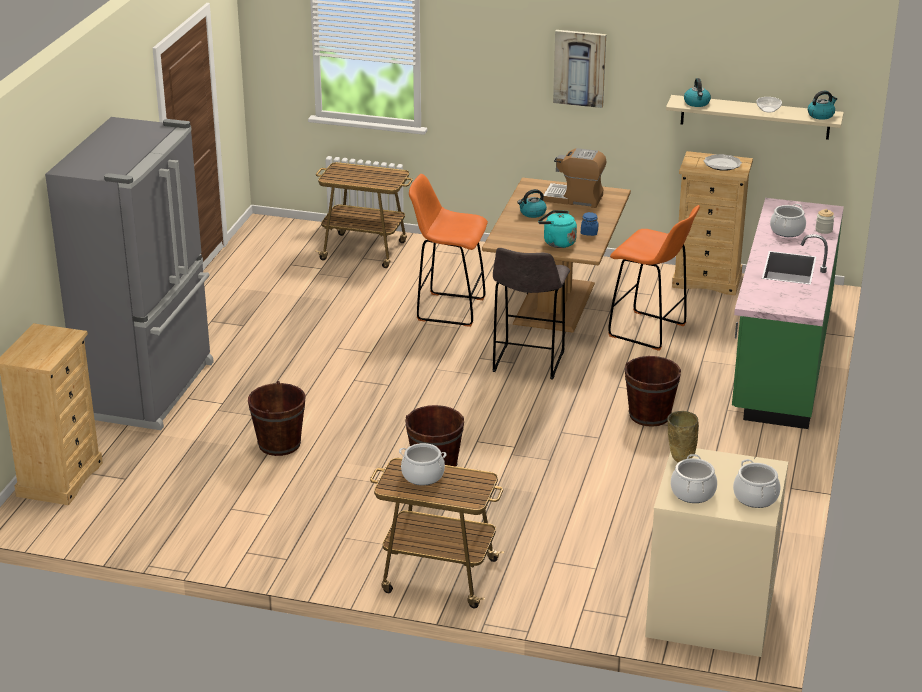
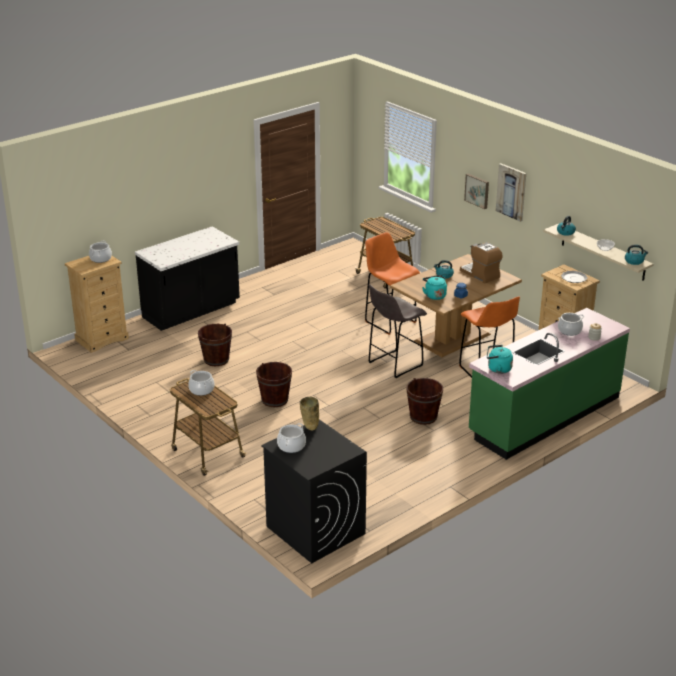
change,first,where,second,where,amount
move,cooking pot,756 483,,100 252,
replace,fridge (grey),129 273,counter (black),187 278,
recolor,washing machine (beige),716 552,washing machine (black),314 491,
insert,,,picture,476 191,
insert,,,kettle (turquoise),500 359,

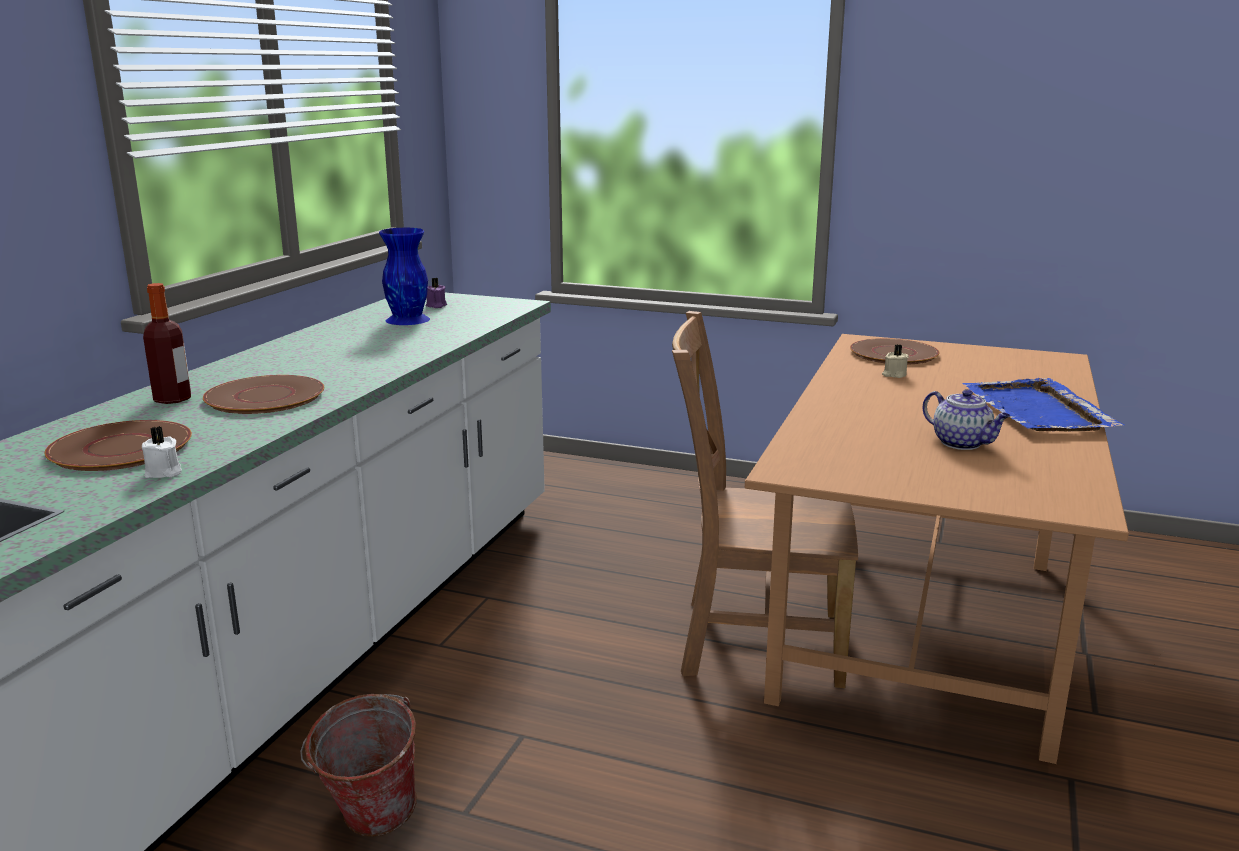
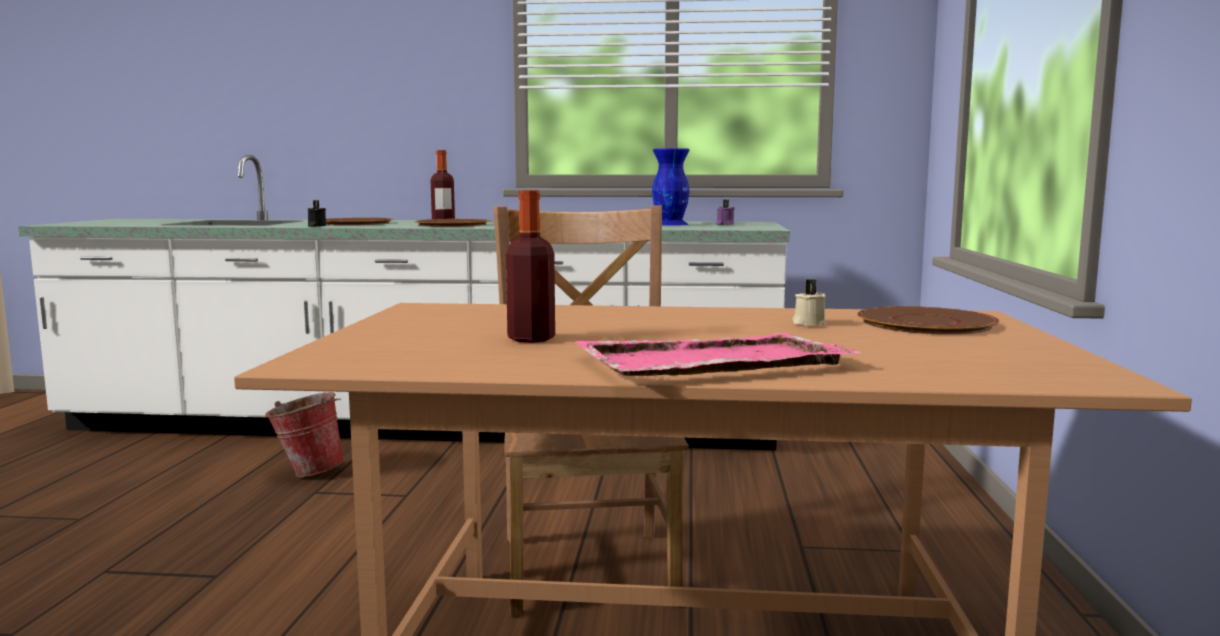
change,first,where,second,where,amount
recolor,candle (white),162 452,candle (black),317 213,
replace,teapot,966 419,bottle,530 266,
recolor,tray (blue),1043 404,tray (pink),717 354,

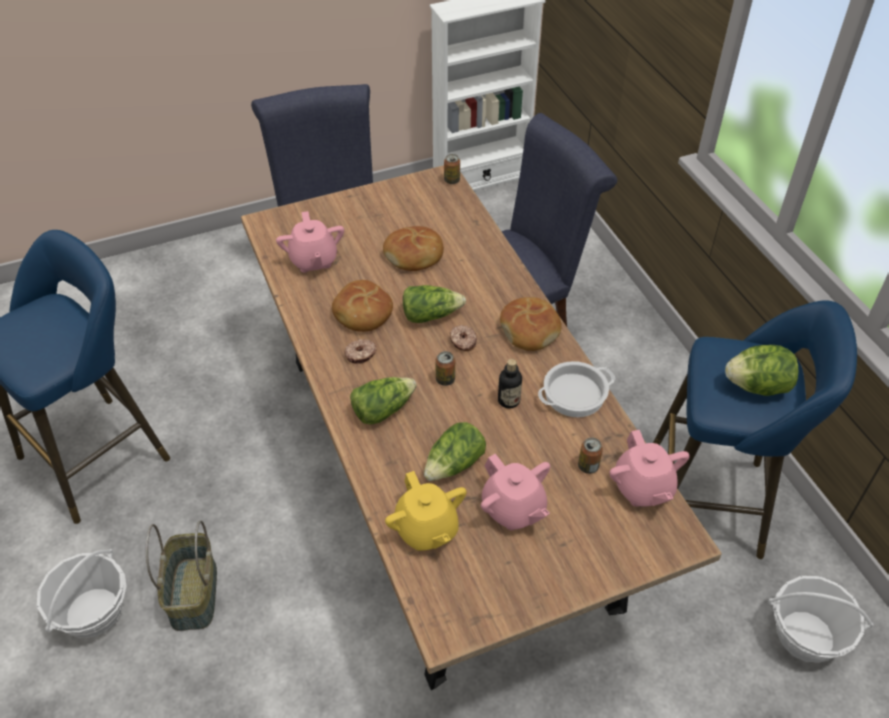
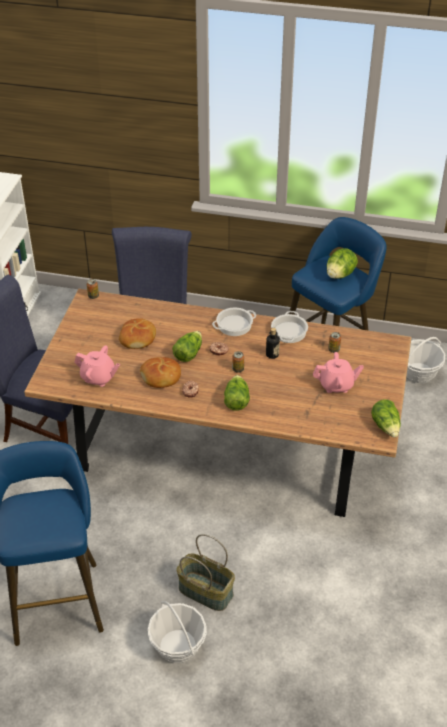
change,first,where,second,where,amount
replace,bread,531 324,cooking pot,234 322,
move,lettuce,455 451,,386 418,
delete,teapot (yellow),426 511,,,
delete,teapot (pink),649 468,,,

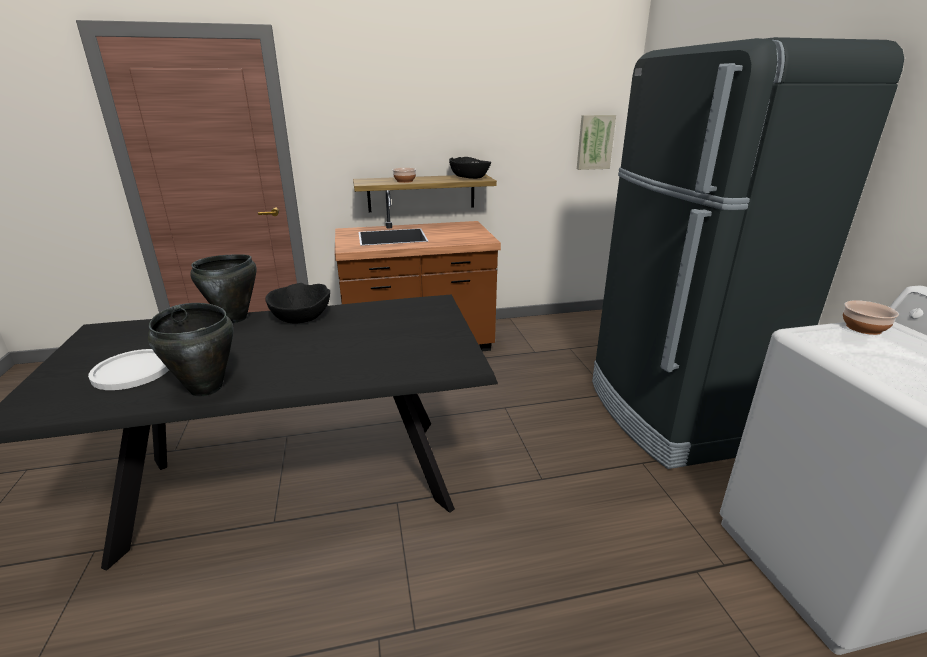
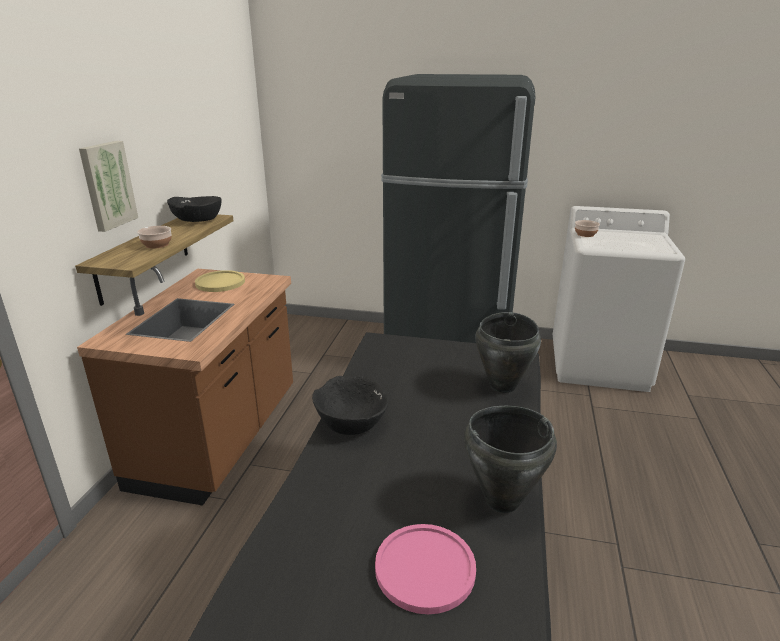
change,first,where,second,where,amount
move,picture,596 142,,108 186,
insert,,,plate (yellow),220 281,
recolor,plate (white),128 369,plate (pink),425 569,
move,cooking pot (black),223 288,,508 352,

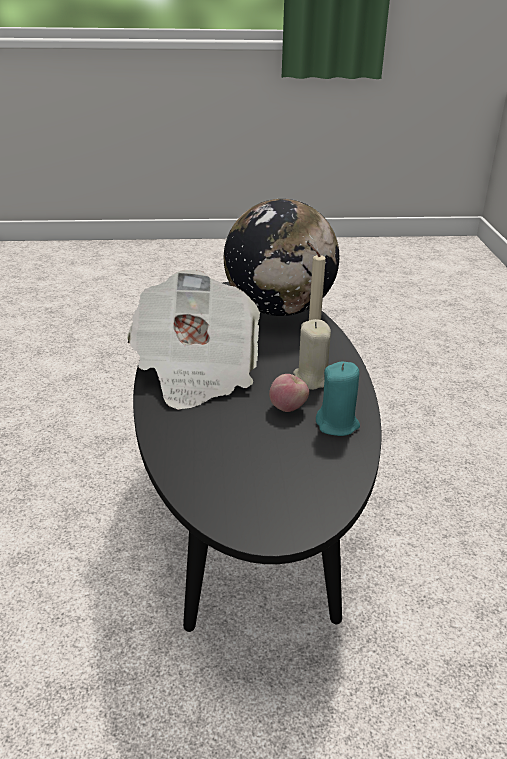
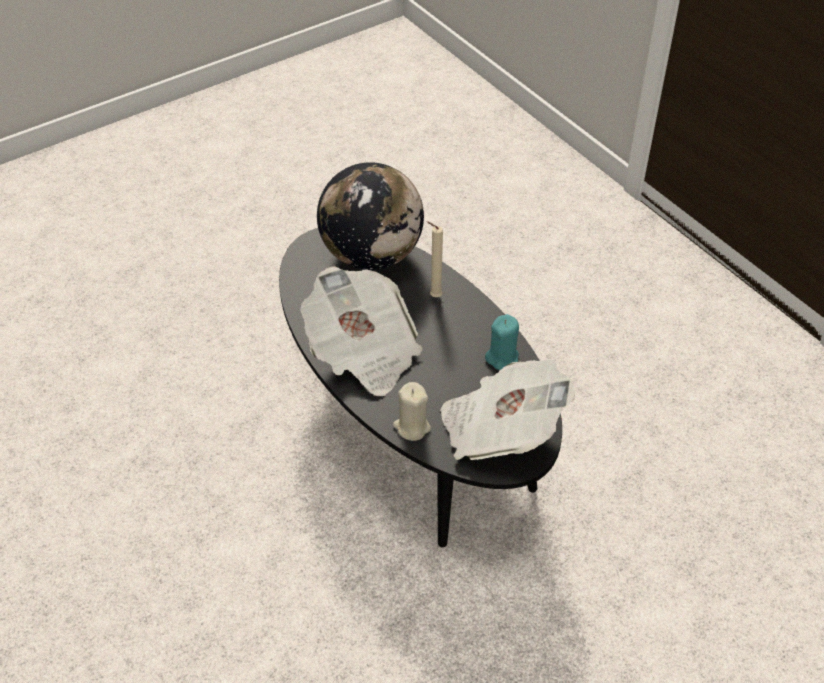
change,first,where,second,where,amount
move,candle (beige),312 354,,412 411,
insert,,,newspaper,507 409,
delete,apple,289 393,,,

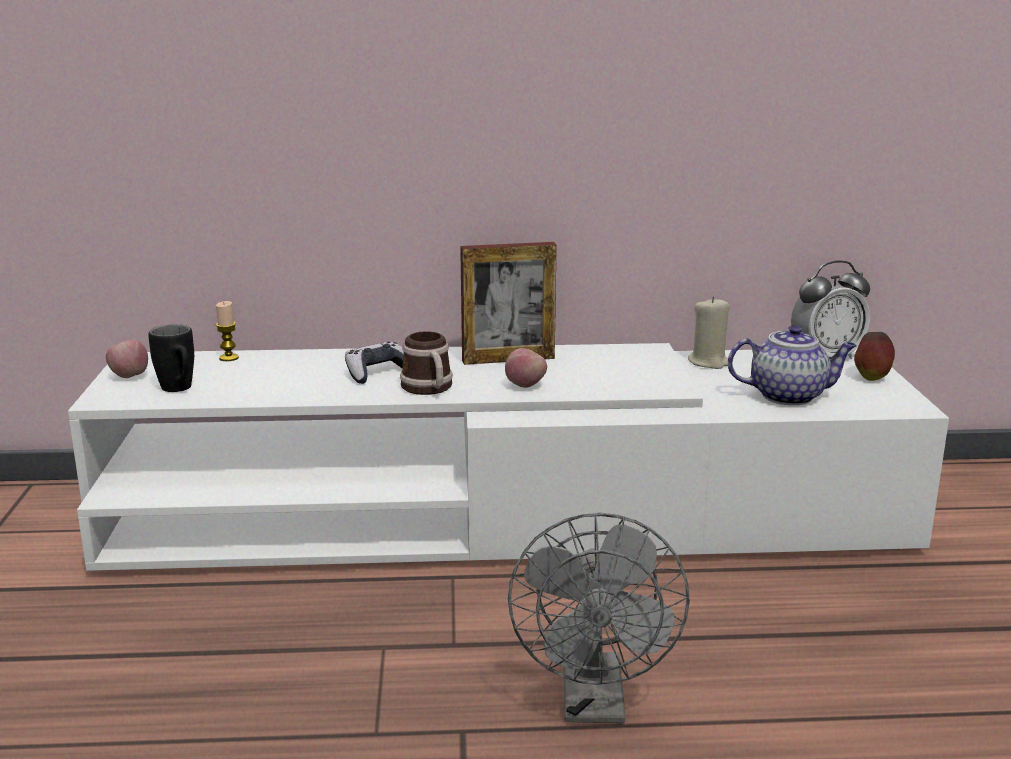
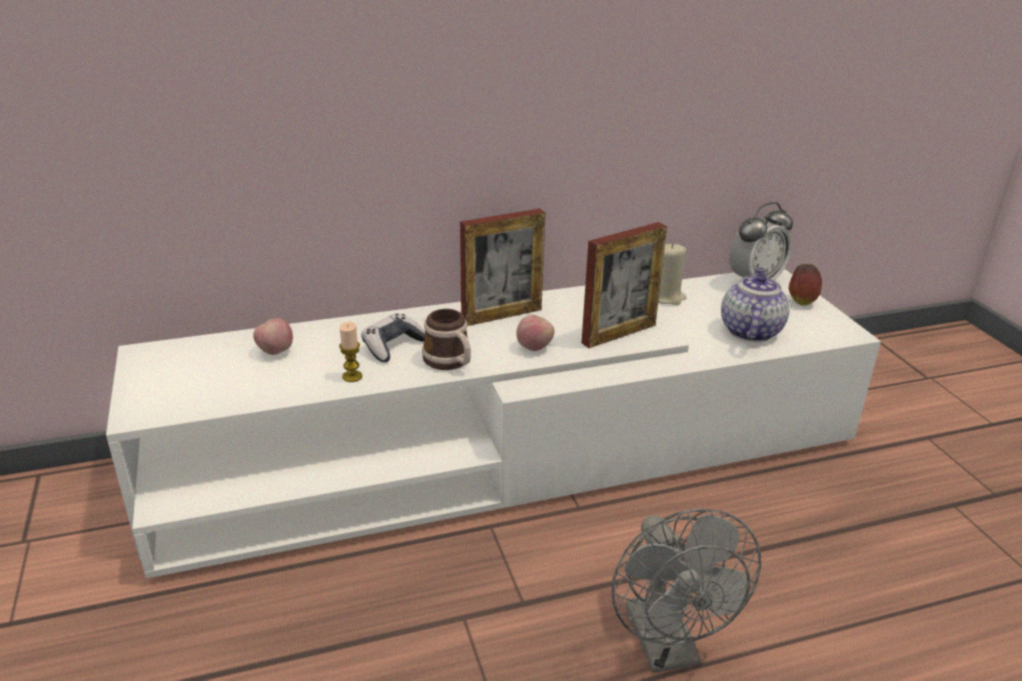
change,first,where,second,where,amount
move,apple,127 359,,273 336,
move,candle,227 331,,350 352,
insert,,,picture frame,624 285,
rotate,teapot,792 365,,755 305,60 degrees counterclockwise
delete,mug (black),171 358,,,

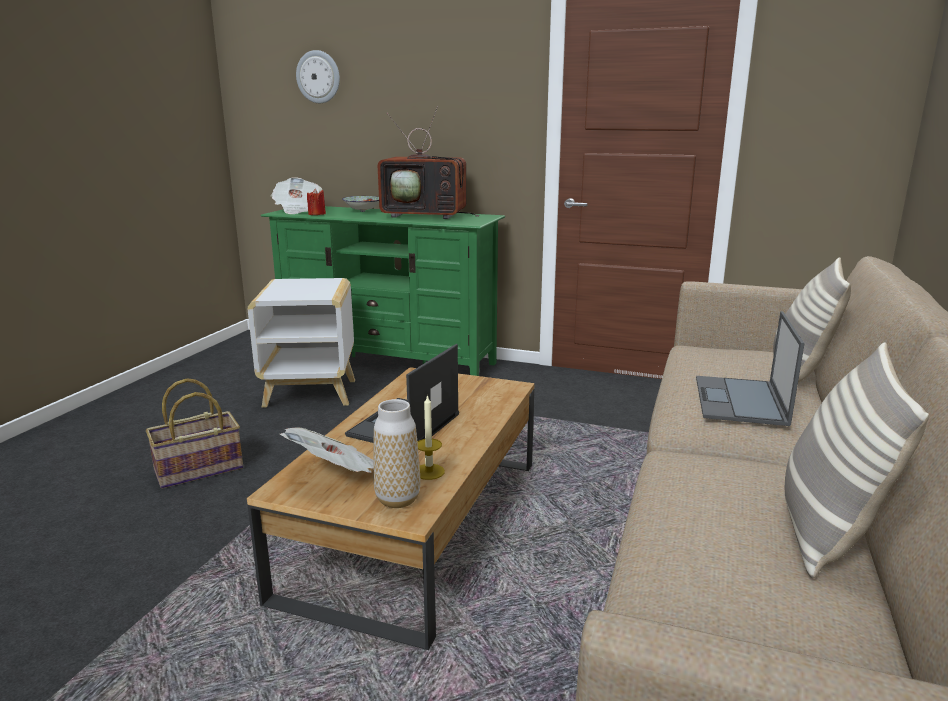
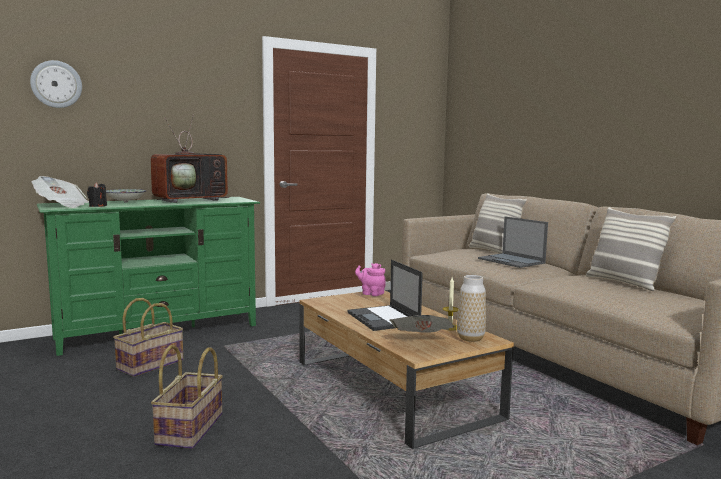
change,first,where,second,where,amount
recolor,candle (red),316 201,candle (black),97 195,
replace,side table (white),301 343,basket,148 337,
insert,,,teapot (pink),370 279,

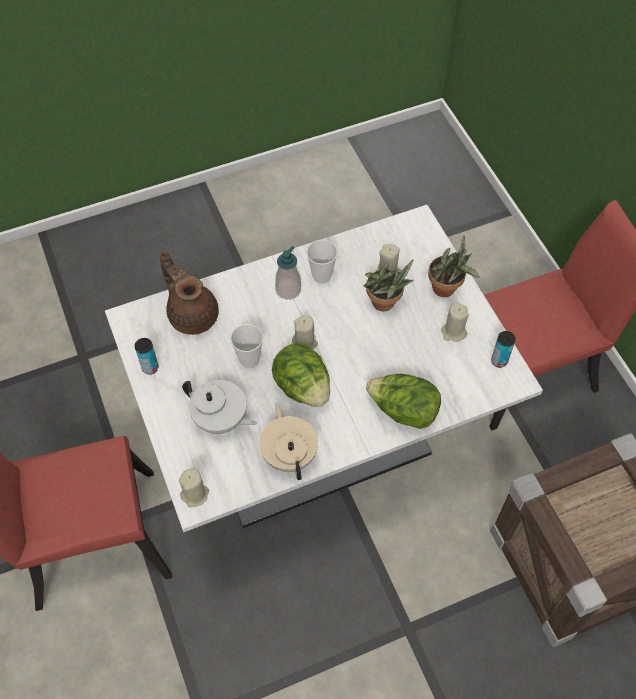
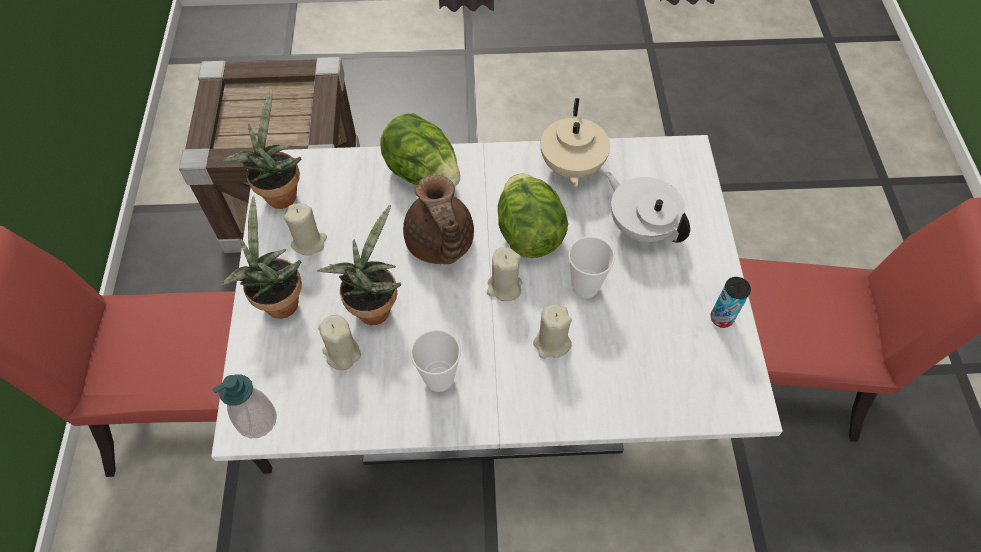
change,first,where,second,where,amount
move,soap dispenser,288 273,,244 406,
replace,can,503 349,potted plant,262 149,
move,teapot (brown),189 293,,438 219,
move,candle (beige),194 488,,552 332,

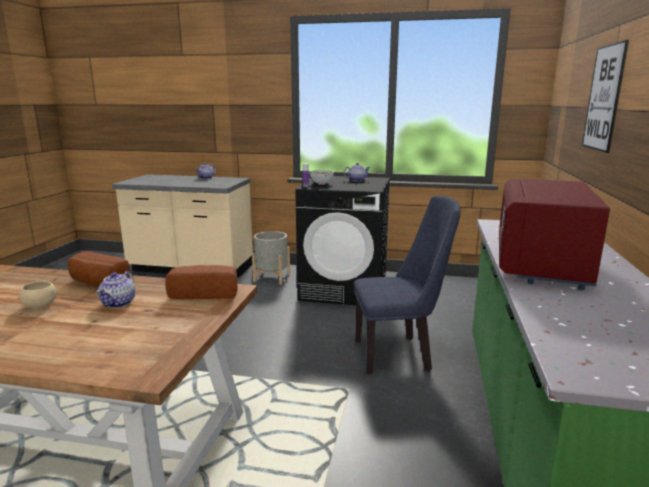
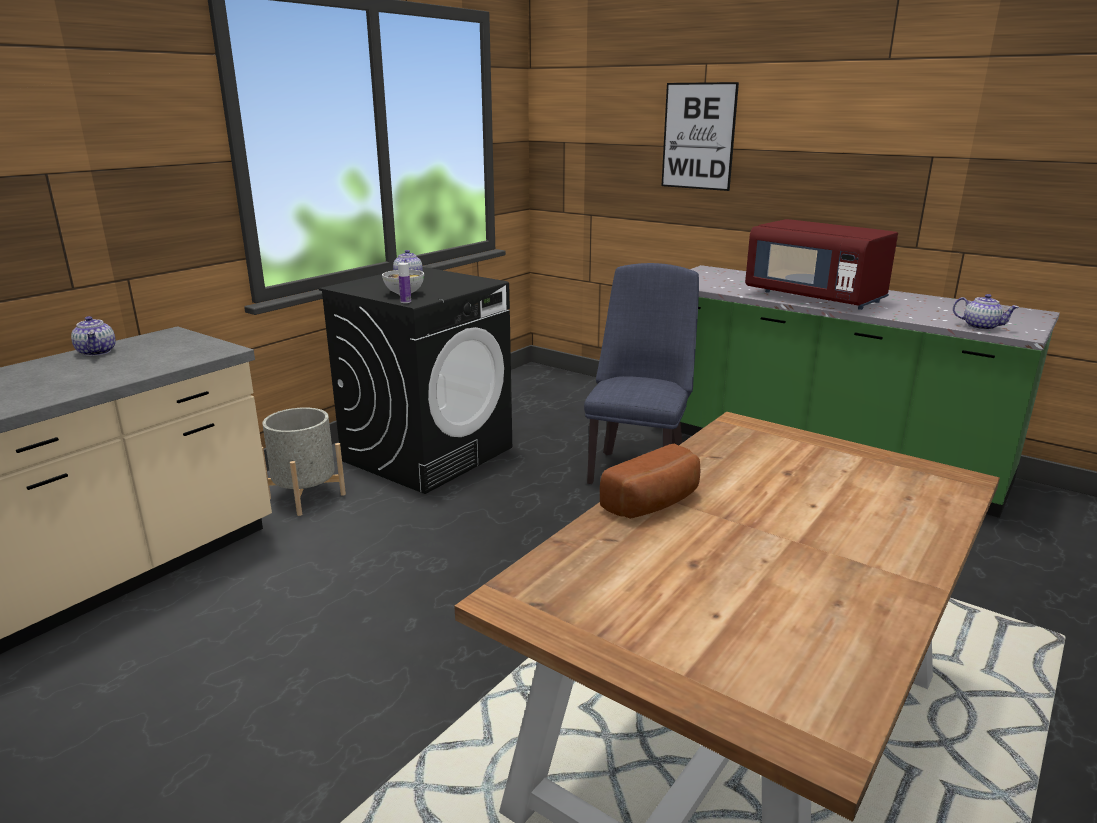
change,first,where,second,where,amount
move,teapot,116 289,,986 312,
delete,bowl (beige),38 294,,,
delete,bread,201 282,,,

